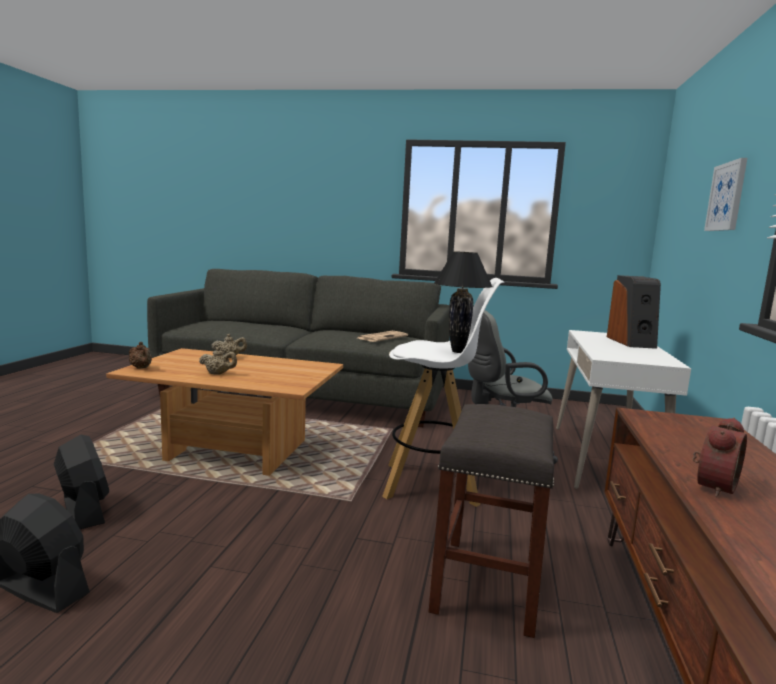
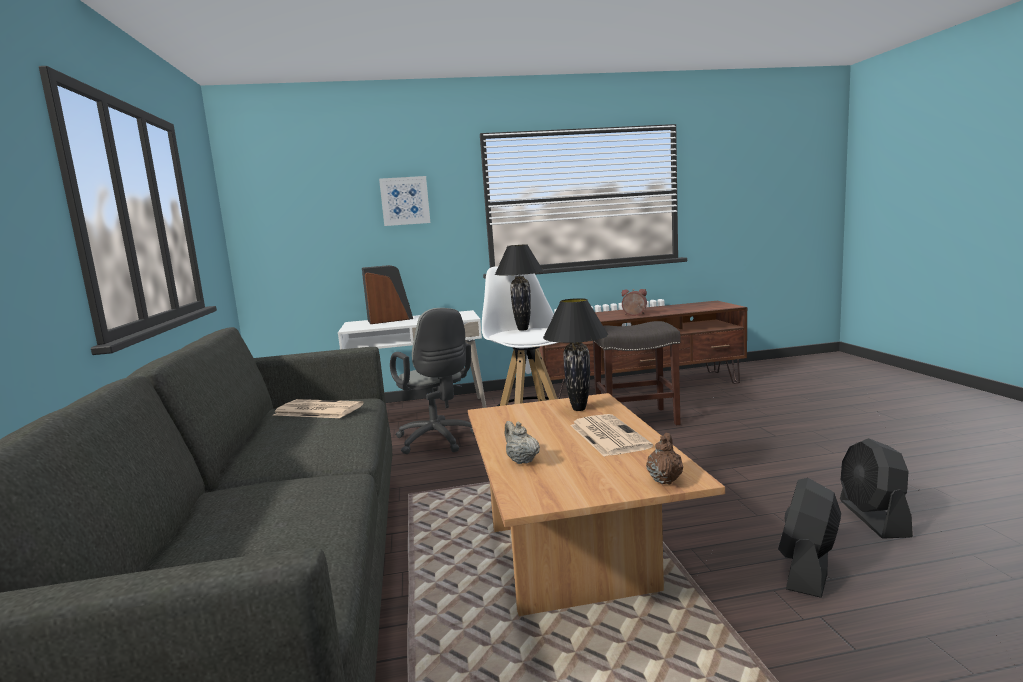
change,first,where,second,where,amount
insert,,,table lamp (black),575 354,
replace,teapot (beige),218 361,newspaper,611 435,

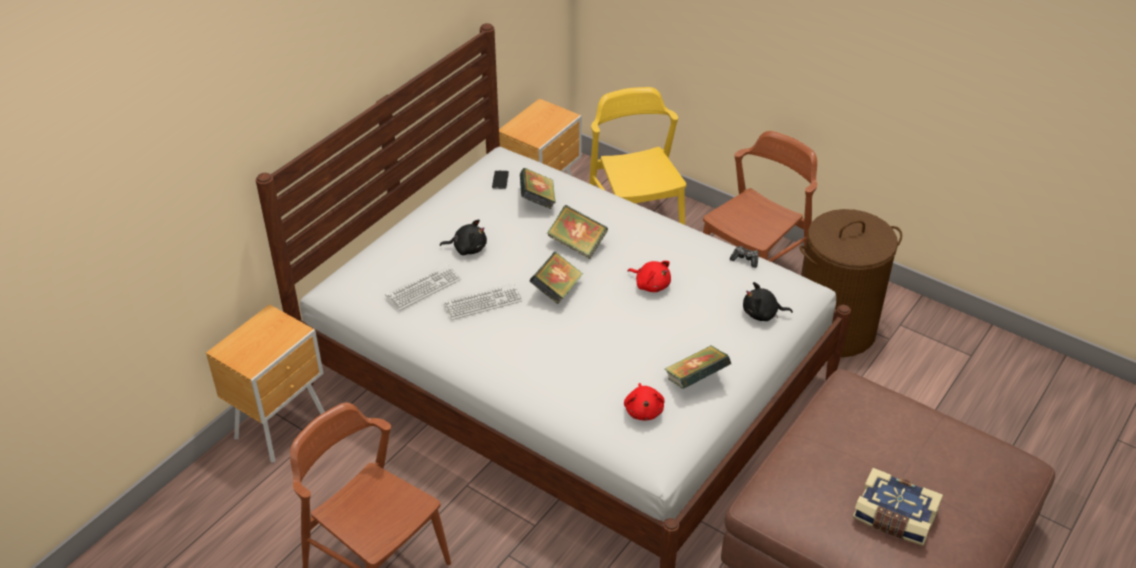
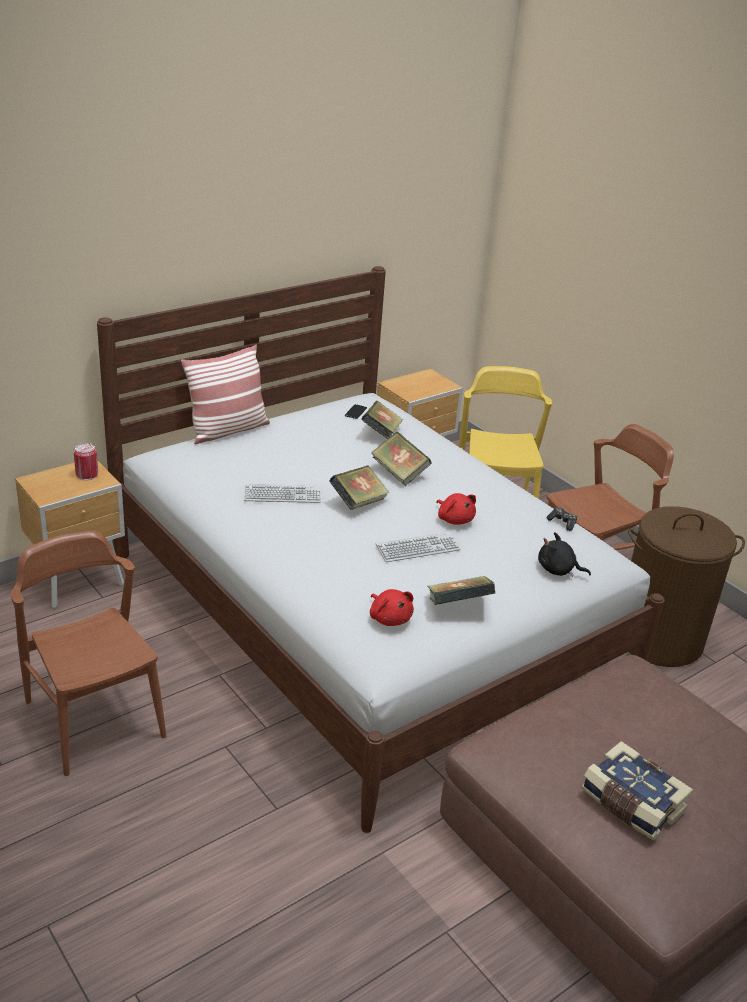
change,first,where,second,where,amount
insert,,,can,86 461,
insert,,,pillow,225 394,
rotate,plush toy (red),644 401,,392 607,45 degrees counterclockwise
move,keyboard,423 286,,418 546,
delete,plush toy (black),463 237,,,

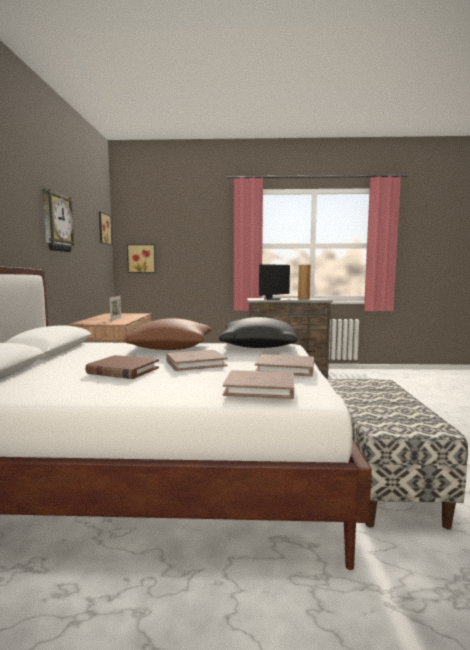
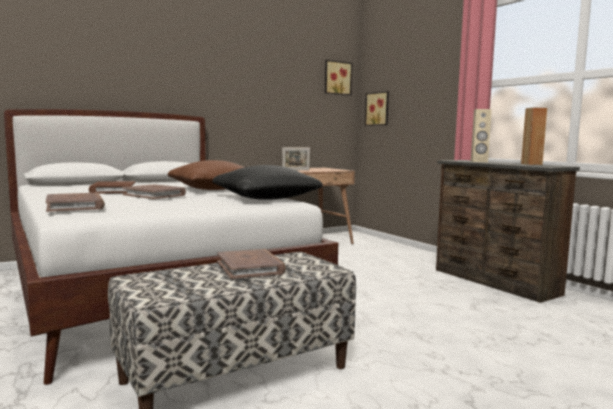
change,first,where,second,where,amount
move,book (brown),284 365,,251 264,
replace,monitor,274 282,speaker (beige),481 135,
delete,wall clock,58 220,,,

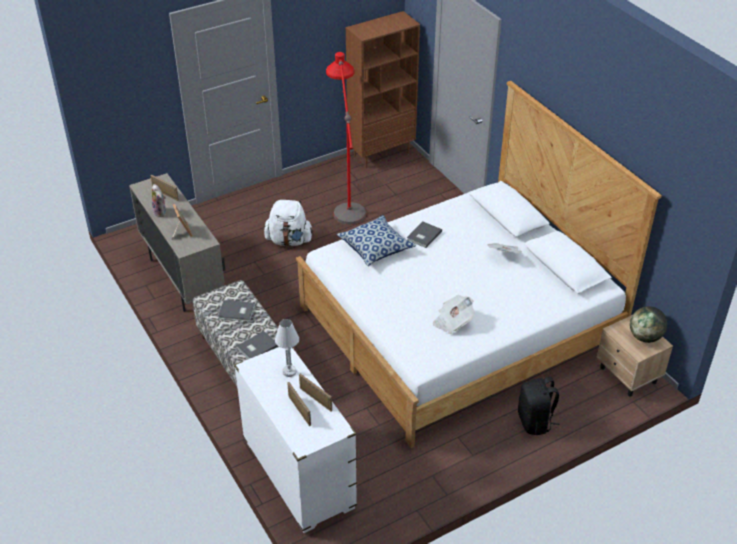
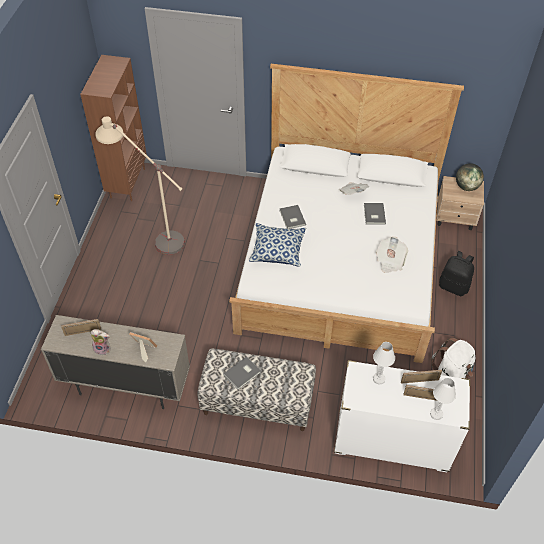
change,first,where,second,where,amount
recolor,floor lamp (red),346 138,floor lamp (beige),140 185,
move,book (grey),257 345,,375 214,
move,backpack (white),289 223,,452 358,
insert,,,table lamp (white),443 399,

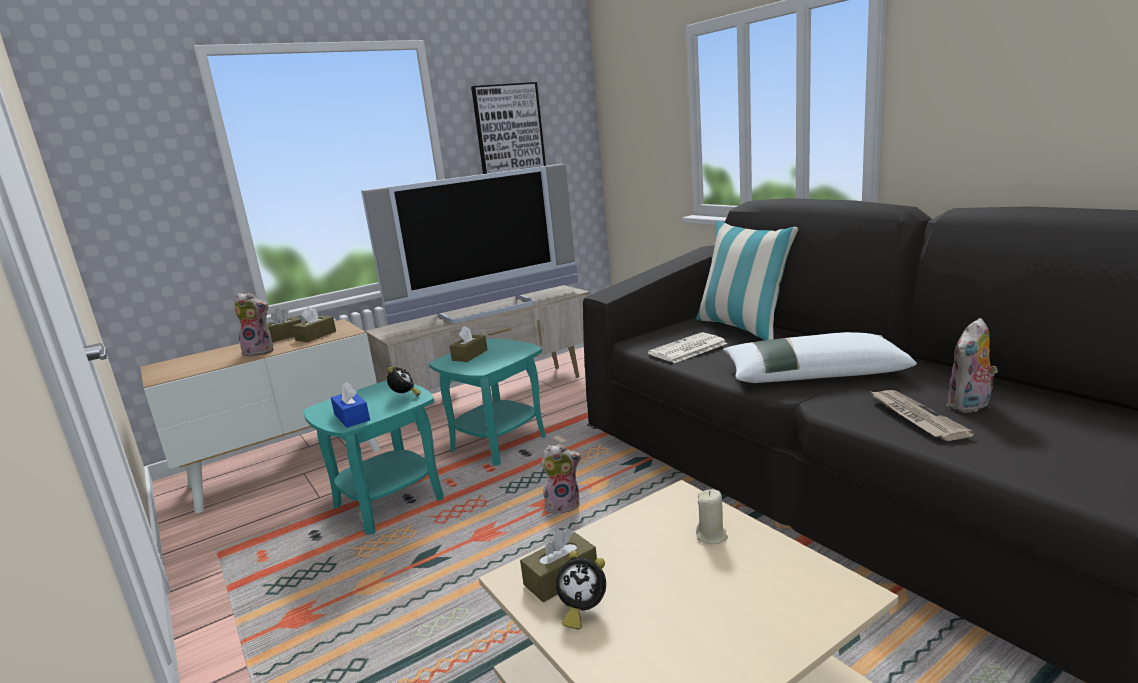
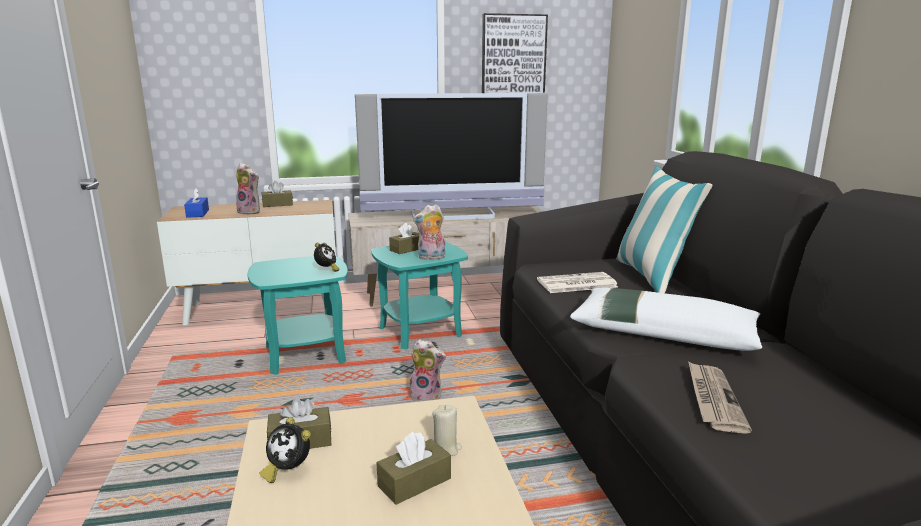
change,first,where,second,where,amount
move,tissue box (blue),350 405,,196 203,
move,tissue box (brown),314 324,,414 468,
move,plush toy,972 365,,429 232,

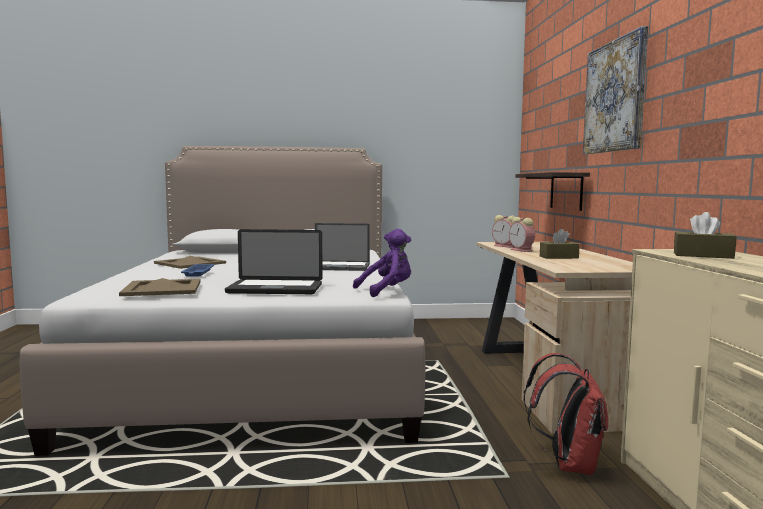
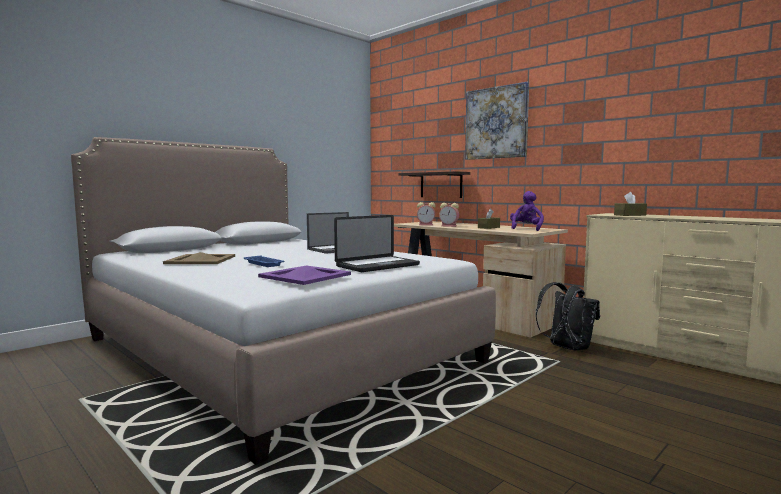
change,first,where,second,where,amount
recolor,tray (beige),160 287,tray (purple),304 275,
move,plush toy (purple),382 263,,527 211,
recolor,backpack (red),566 414,backpack (black),568 316,

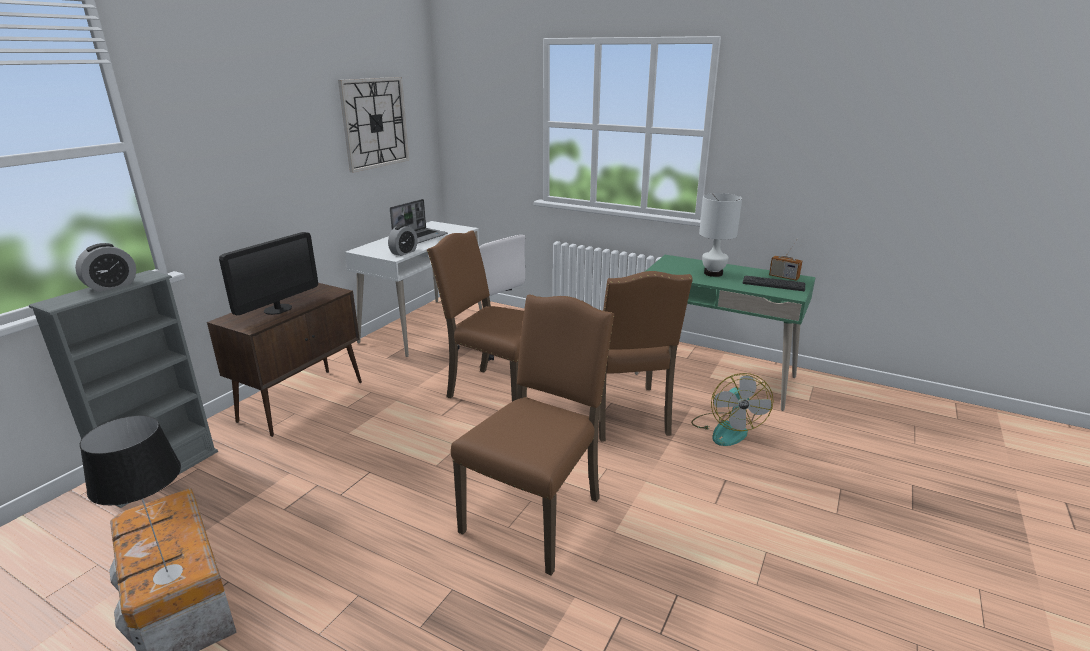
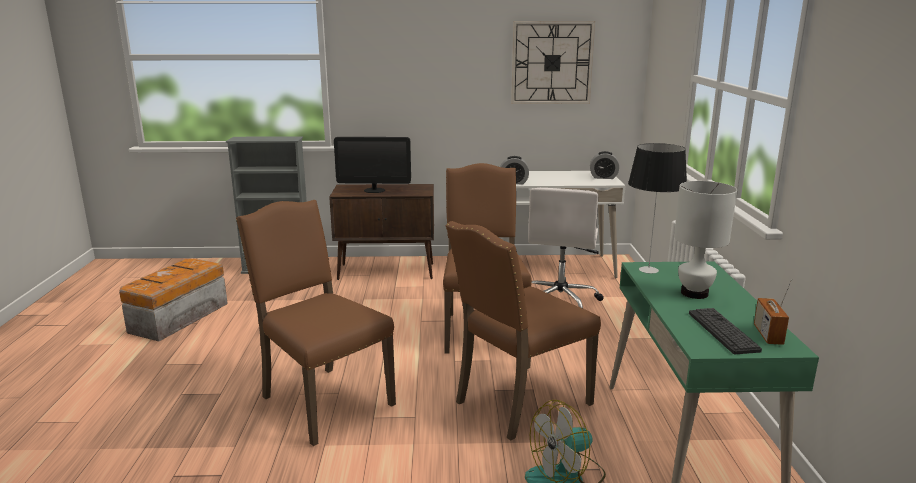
change,first,where,second,where,amount
rotate,chair (brown),532 434,,316 323,135 degrees counterclockwise
move,alarm clock,105 267,,604 165,
move,table lamp,131 500,,657 208,
delete,laptop,419 221,,,

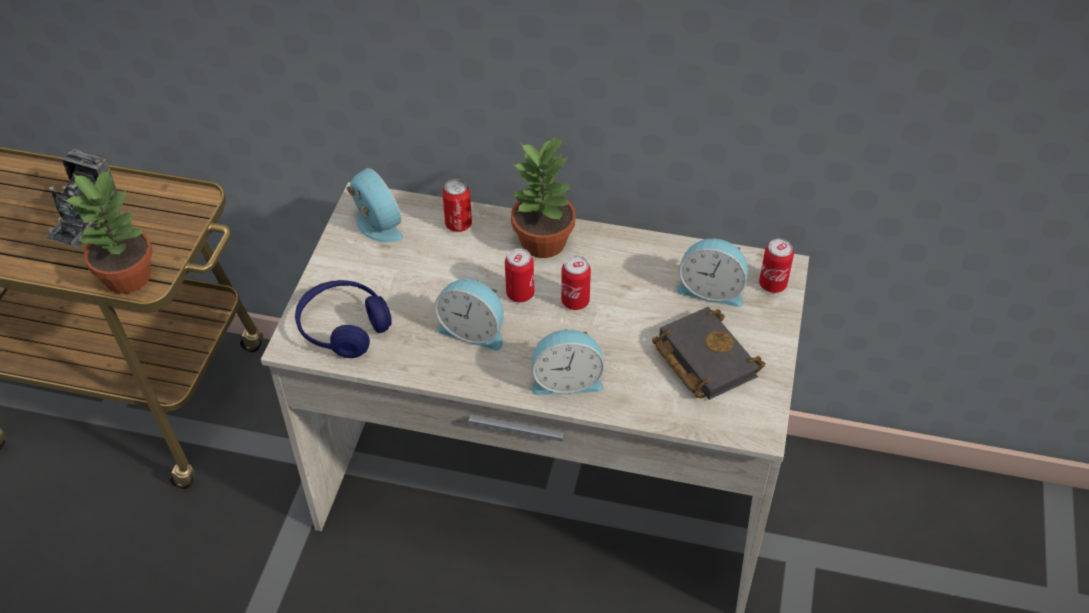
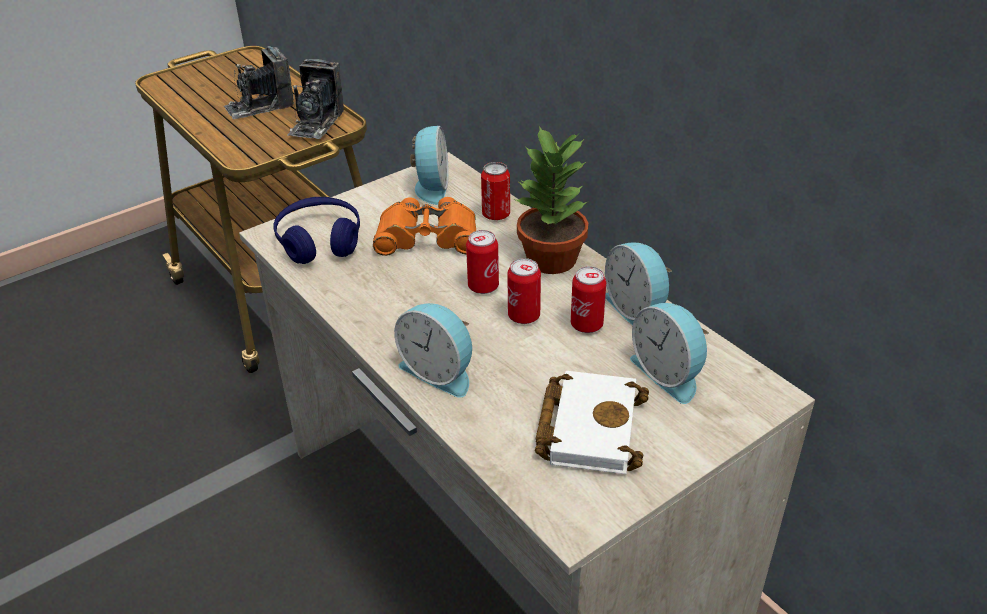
change,first,where,second,where,amount
insert,,,photo camera,315 99,
insert,,,binoculars (orange),424 226,
recolor,book (black),708 353,book (white),592 422,
move,can,776 266,,588 299,
move,alarm clock,469 315,,638 284,
delete,potted plant,108 231,,,

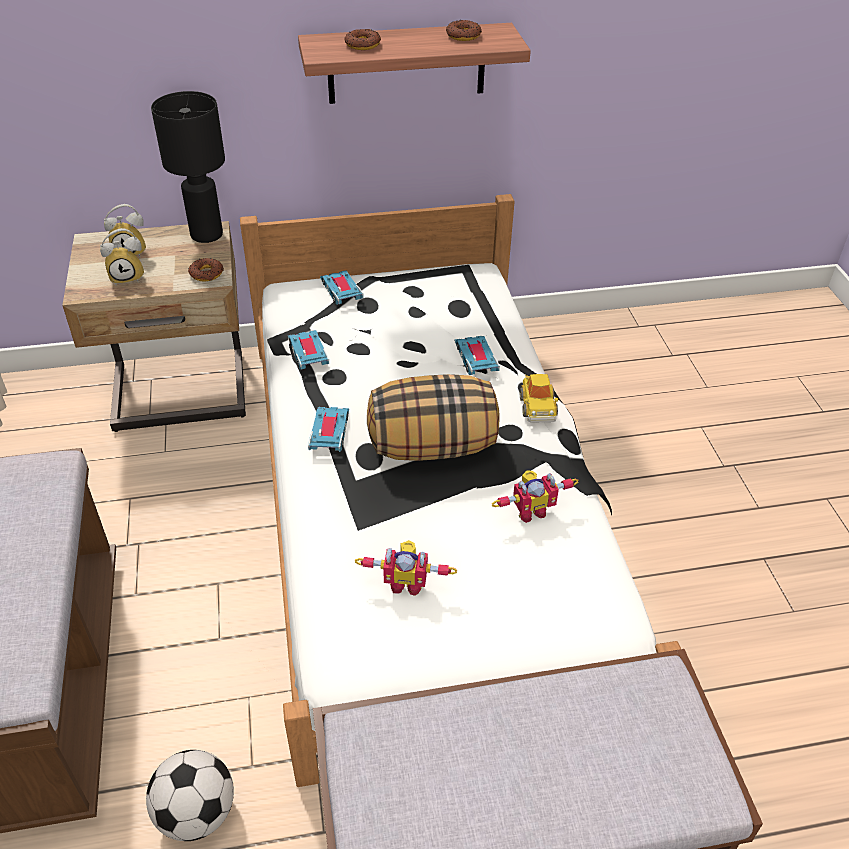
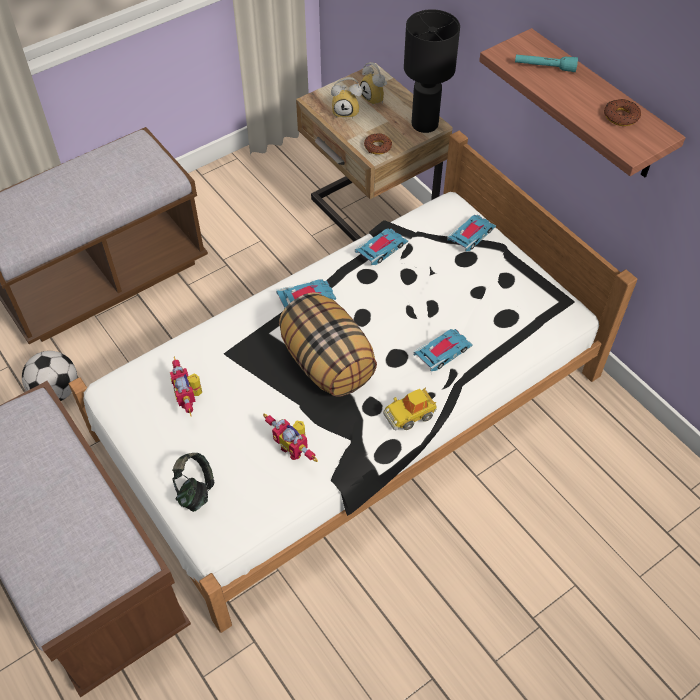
change,first,where,second,where,amount
insert,,,headphones,193 482,
rotate,alarm clock,122 257,,346 97,45 degrees counterclockwise
replace,donut,362 39,flashlight (turquoise),546 63,

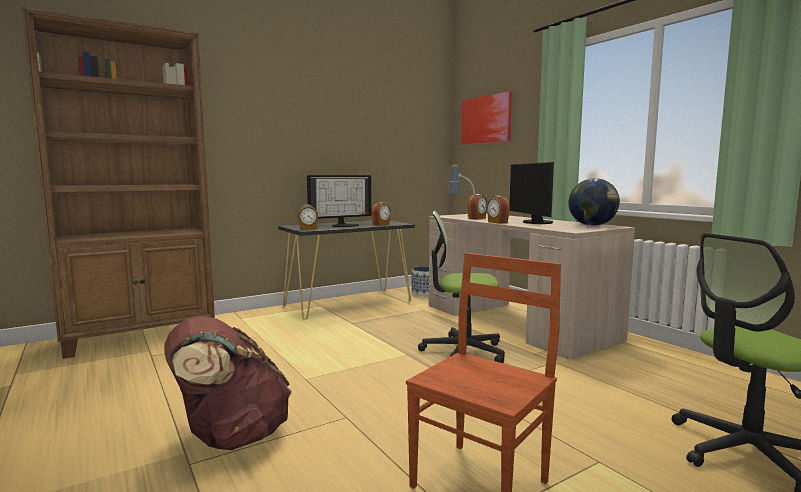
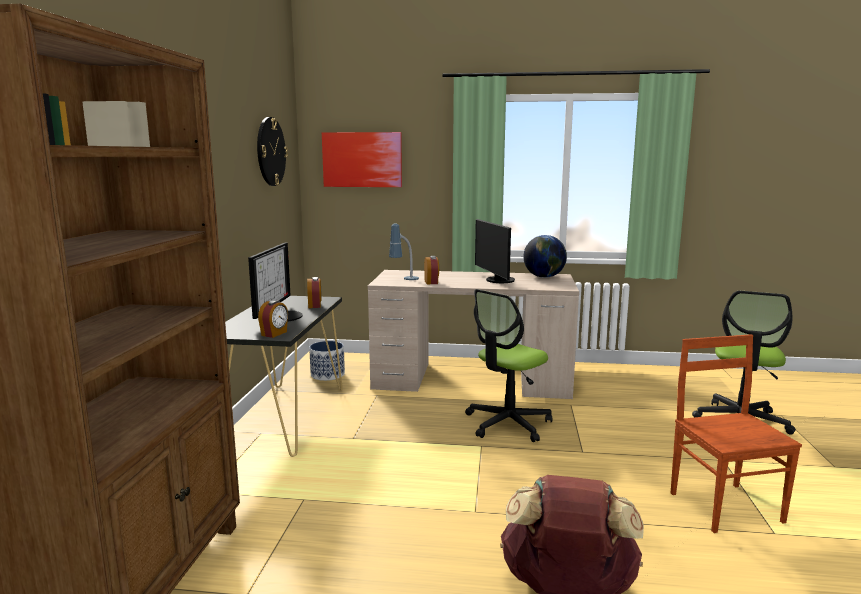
change,first,where,second,where,amount
insert,,,wall clock,272 151,
rotate,monitor,532 193,,495 251,45 degrees clockwise
delete,alarm clock,498 210,,,

